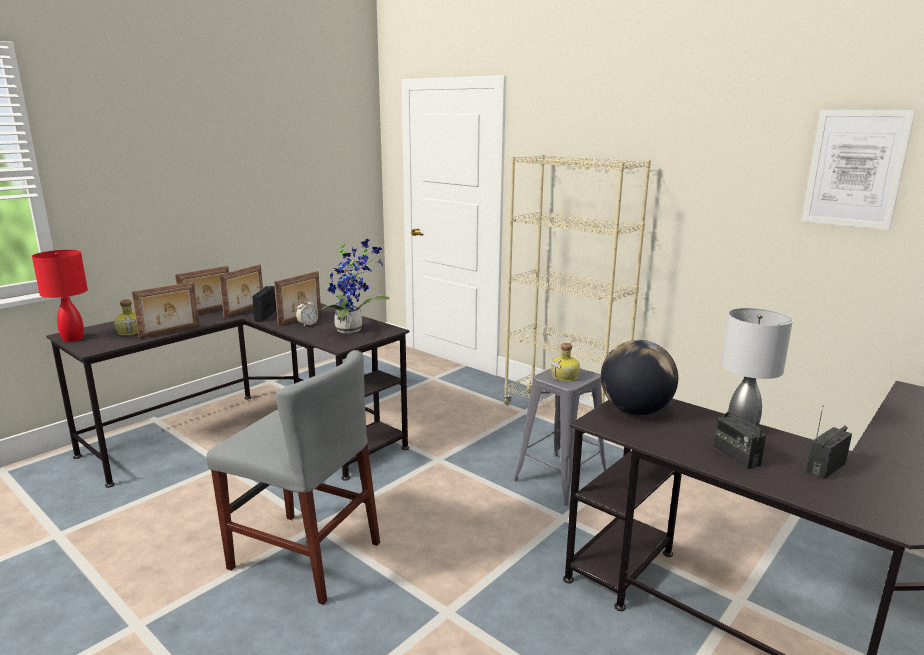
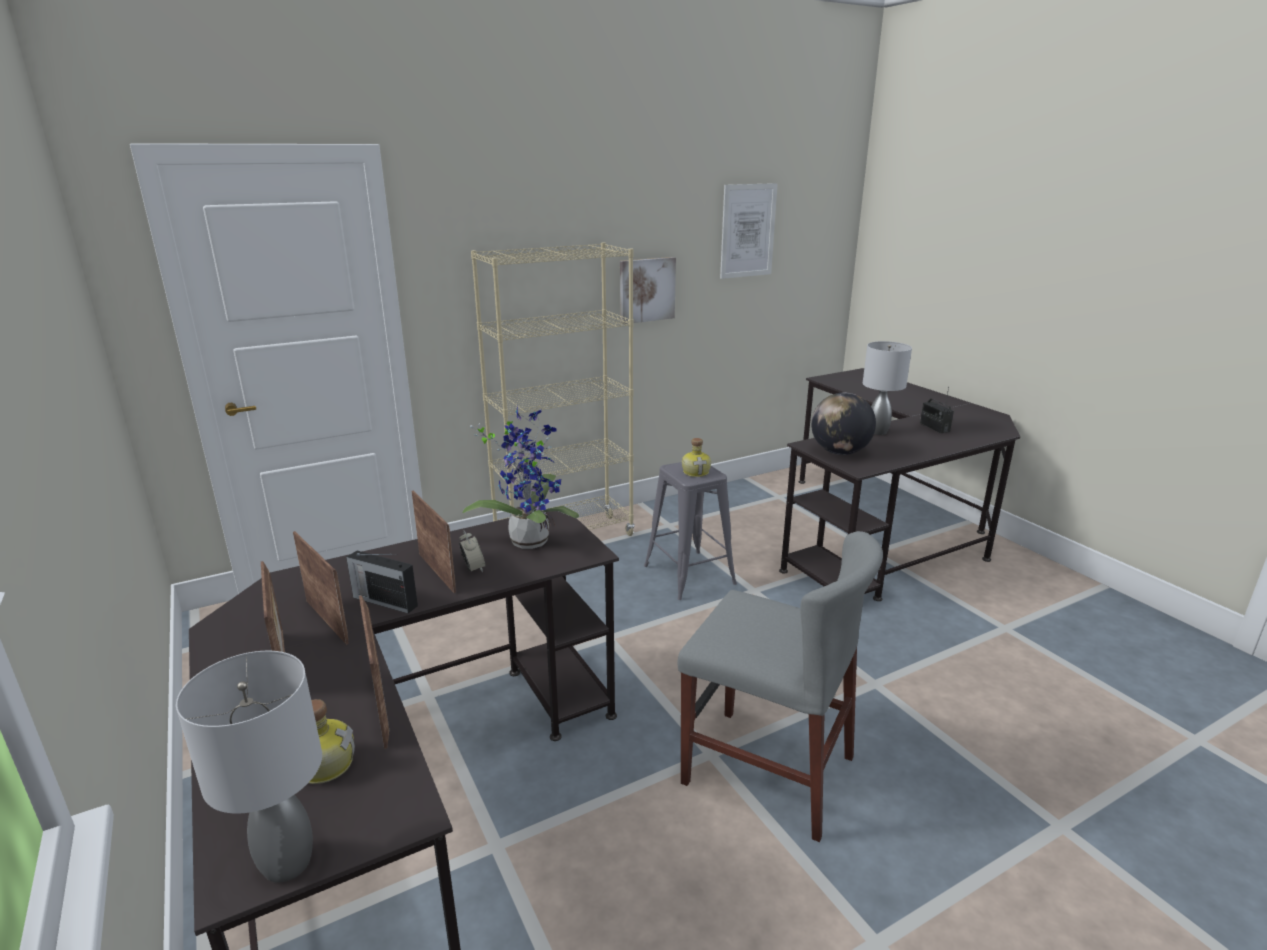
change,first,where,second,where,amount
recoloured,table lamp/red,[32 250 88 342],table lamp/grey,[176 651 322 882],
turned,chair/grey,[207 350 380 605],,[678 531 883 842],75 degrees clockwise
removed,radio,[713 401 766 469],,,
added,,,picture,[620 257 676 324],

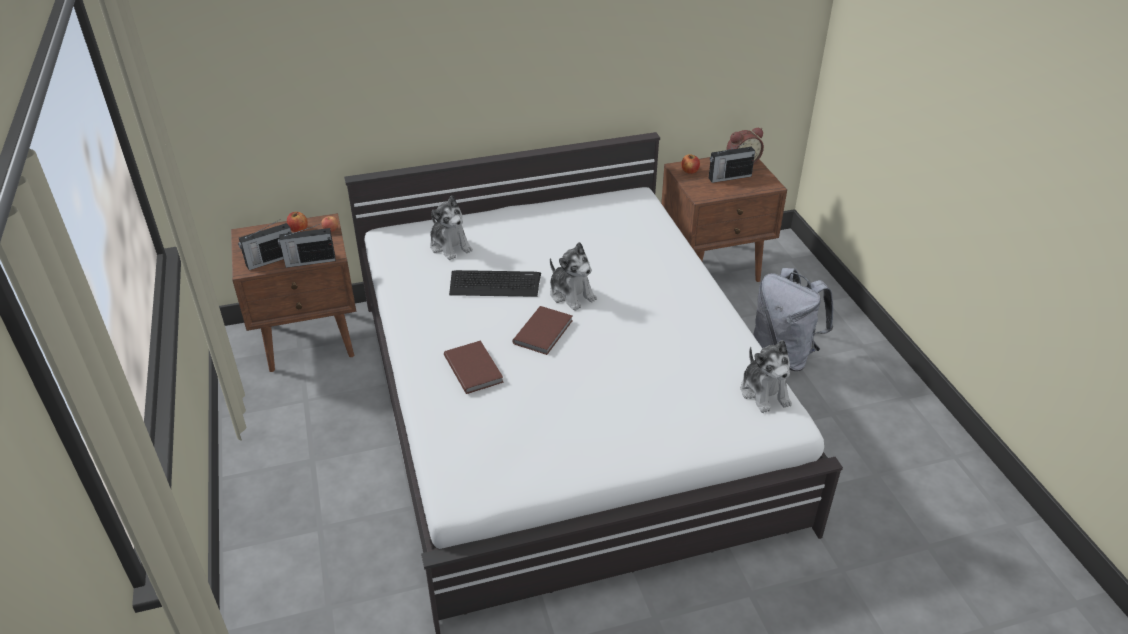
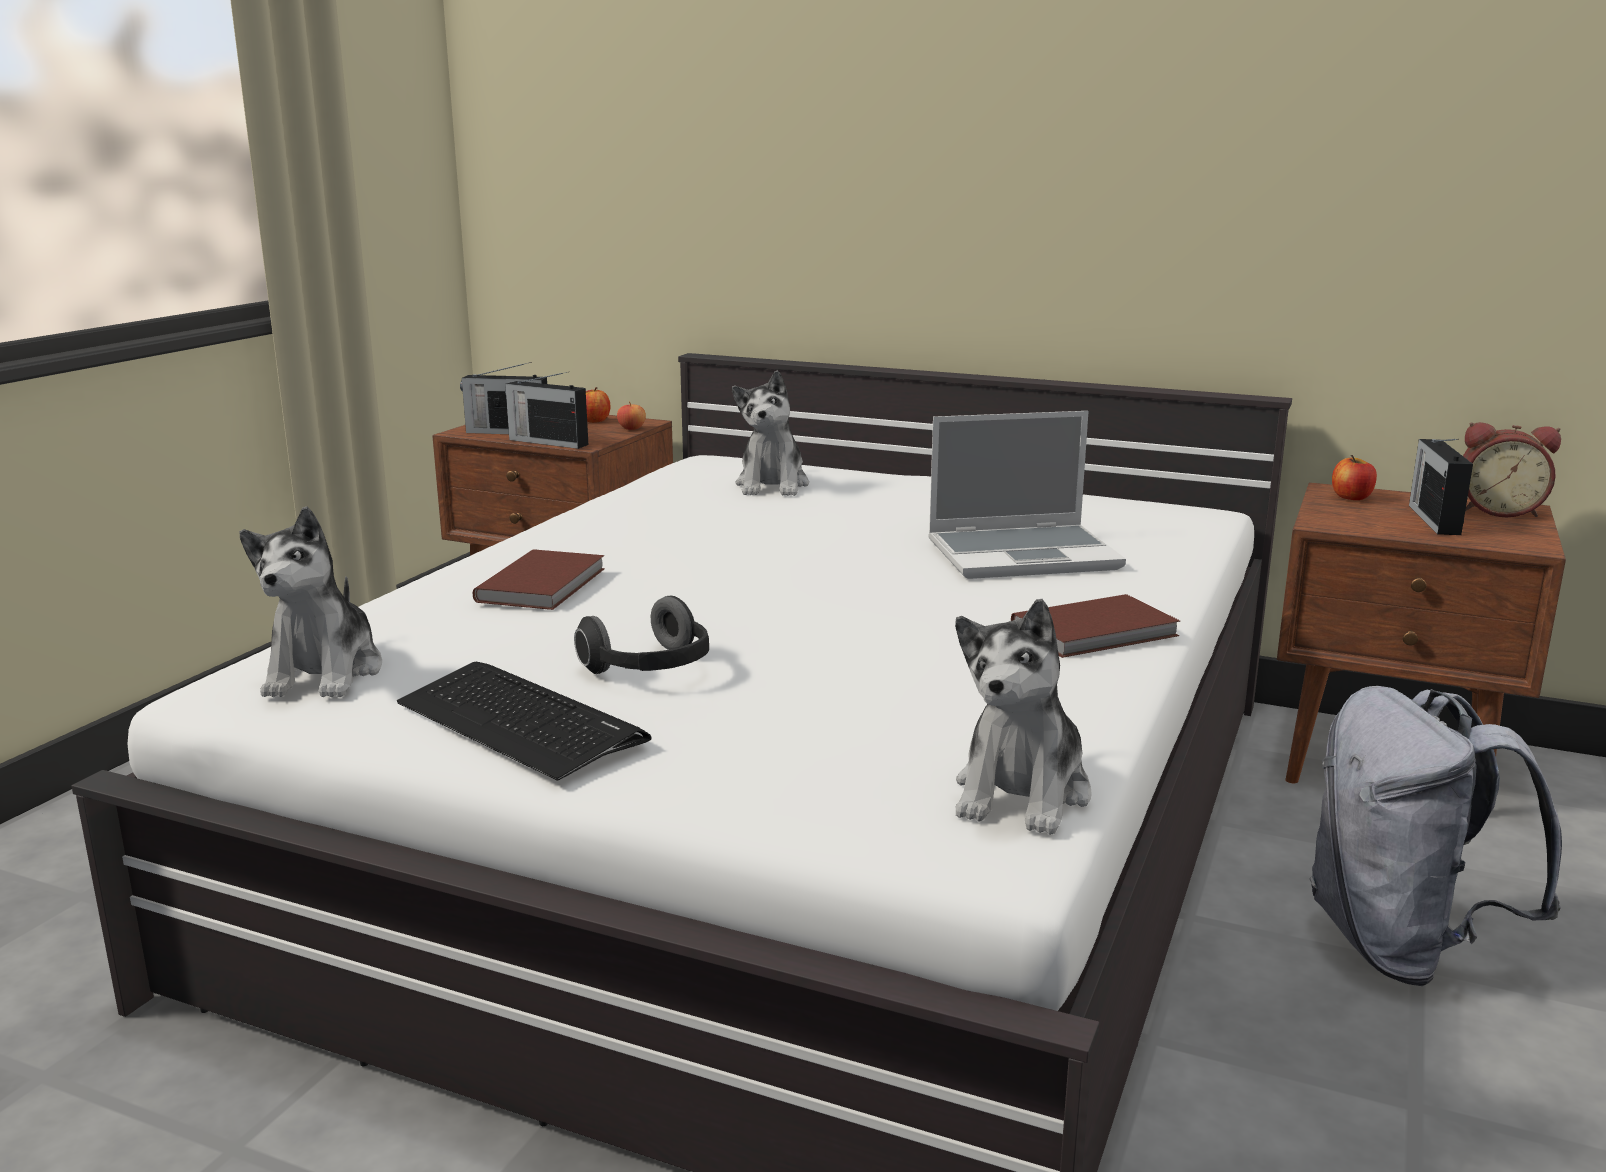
change,first,where,second,where,amount
turned,radio,[709 143 755 183],,[1409 439 1473 535],75 degrees clockwise
moved,plush toy,[550 242 597 311],,[239 507 382 697],
moved,keyboard,[449 270 541 297],,[397 662 652 781],
moved,book/brown,[512 306 572 355],,[1011 594 1180 658],
added,,,laptop,[928 411 1126 579],
added,,,headphones,[574 596 709 674],

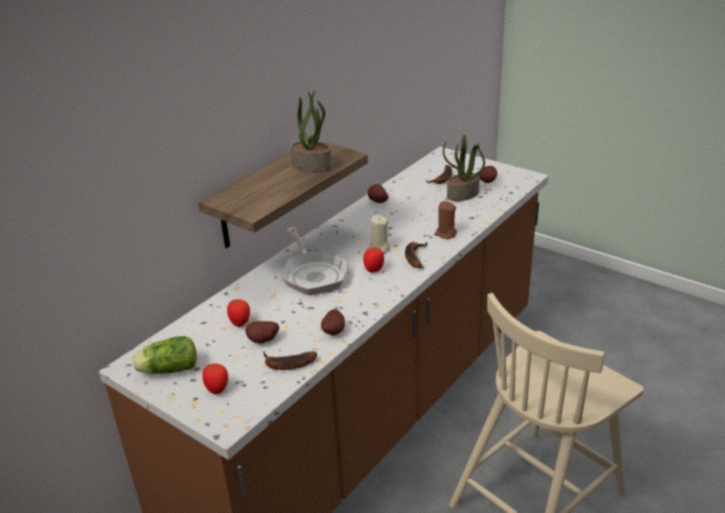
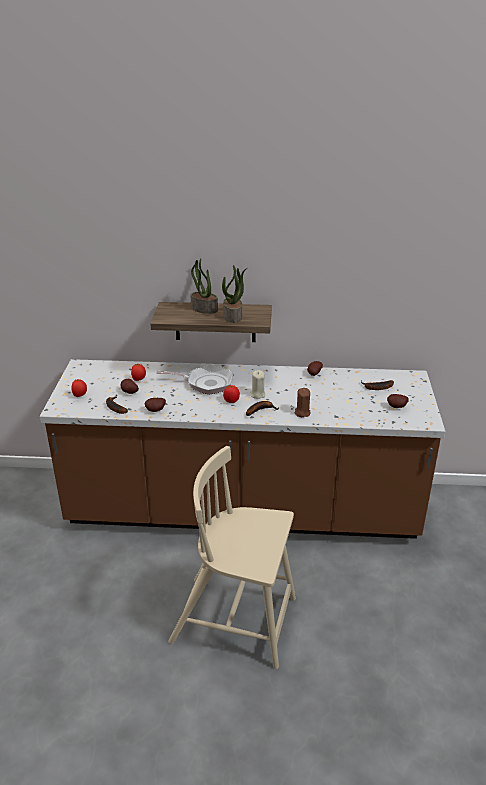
change,first,where,second,where,amount
moved,potted plant,[443 134 485 201],,[191 259 218 314],
turned,frying pan,[281 227 349 295],,[156 365 233 395],120 degrees counterclockwise
removed,lettuce,[132 336 197 374],,,

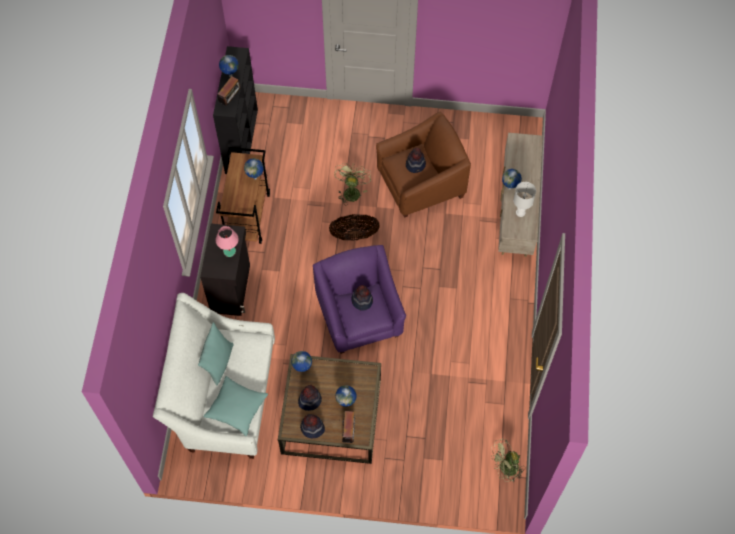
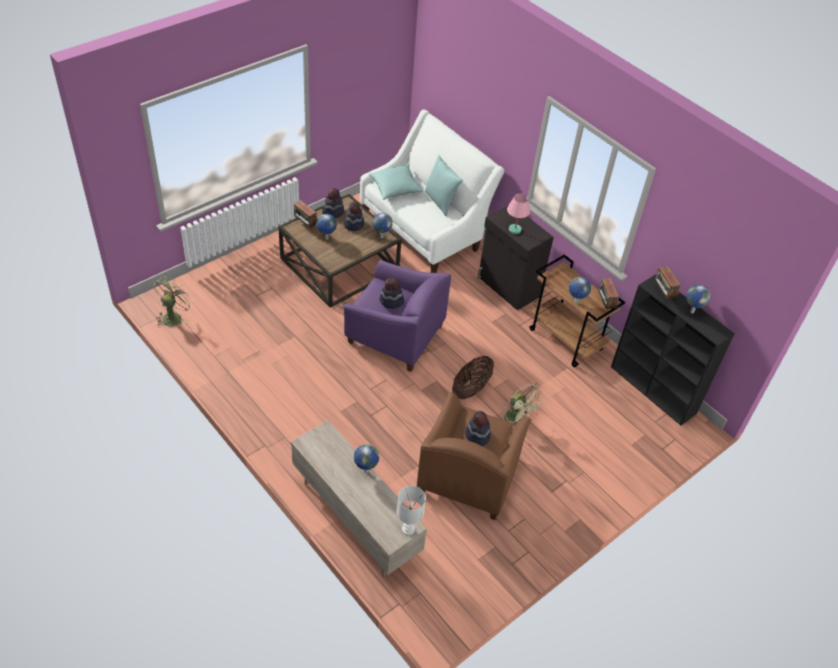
change,first,where,second,where,amount
moved,table lamp/white,[513 182 536 217],,[397 486 426 535],
added,,,radio,[598 278 619 311],

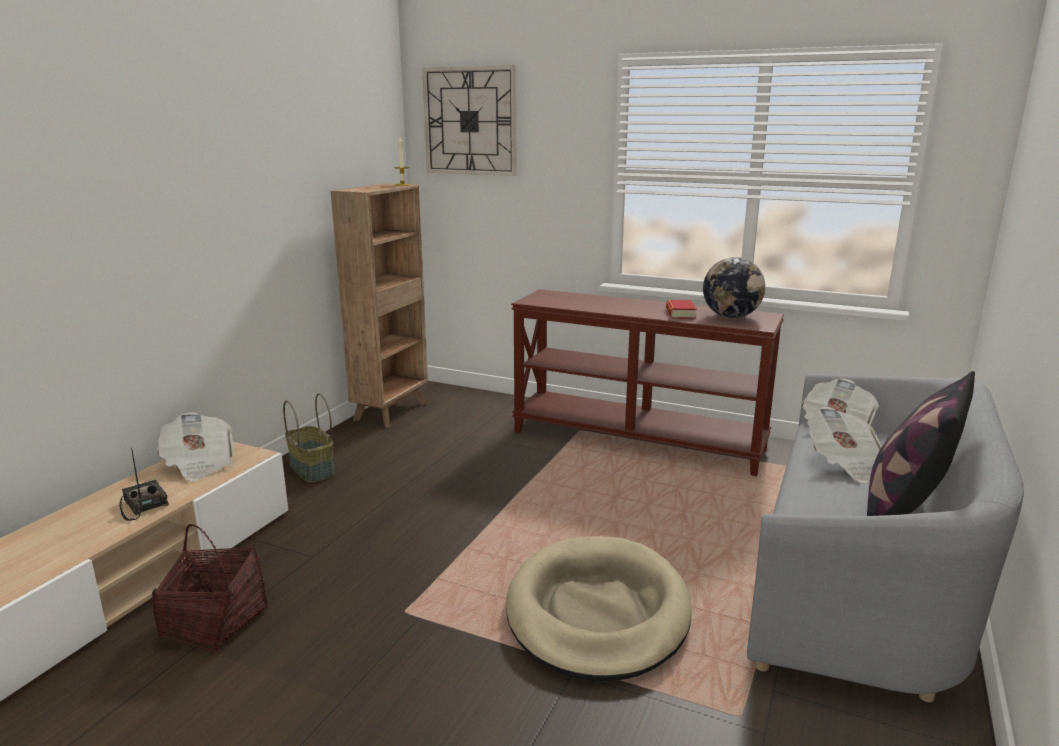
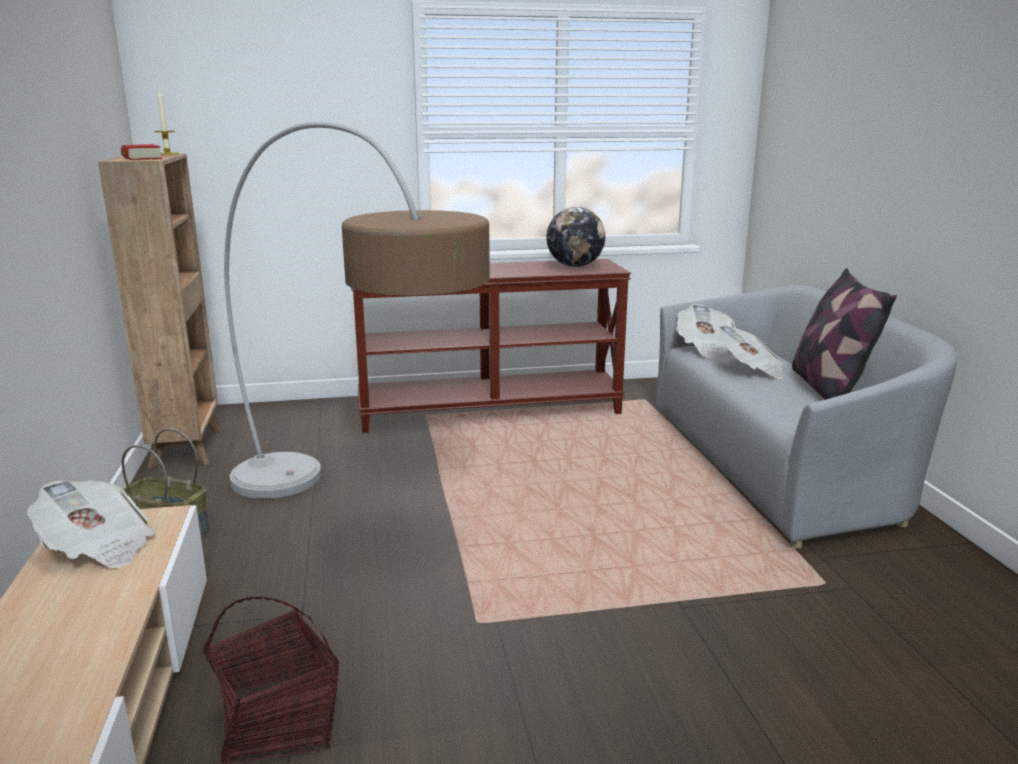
change,first,where,second,where,amount
removed,wall clock,[422 65 517 176],,,
moved,book,[666 300 696 319],,[120 144 162 160],
removed,radio,[119 448 169 521],,,
removed,dog bed/beige,[506 536 692 681],,,
added,,,floor lamp,[224 122 490 499],

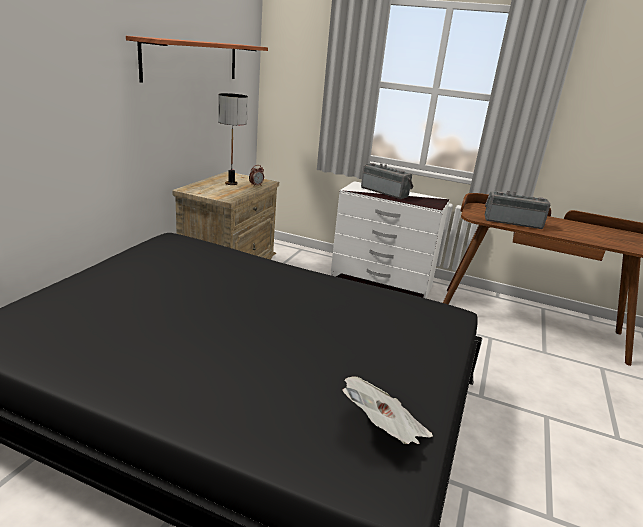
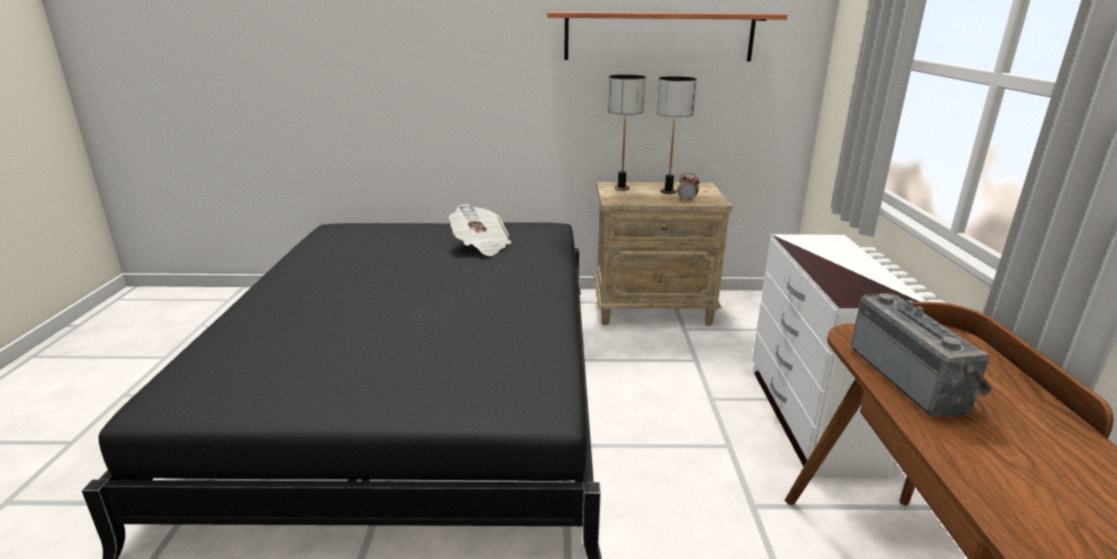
change,first,where,second,where,amount
removed,radio,[361 163 414 199],,,
moved,newspaper,[342 377 433 445],,[449 204 512 256],
added,,,table lamp,[608 75 646 191],

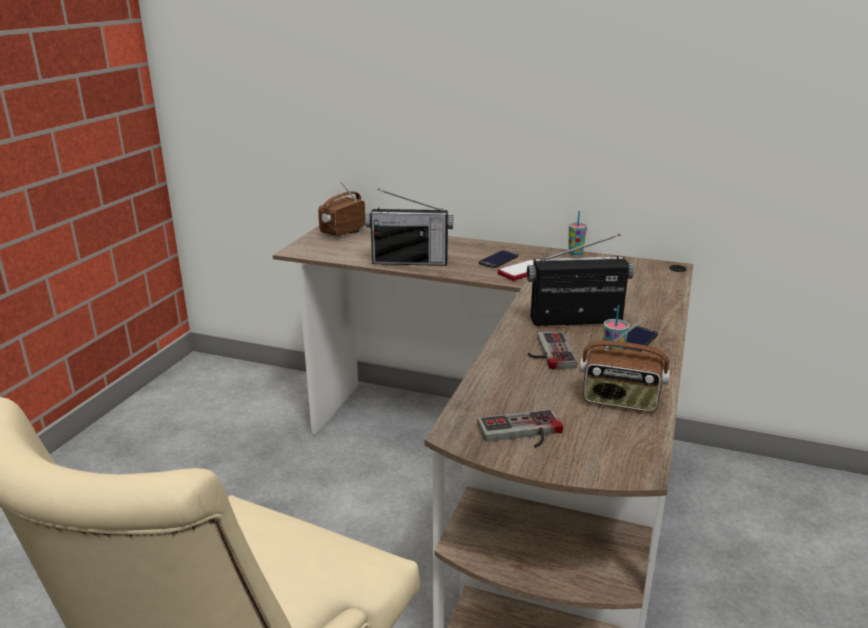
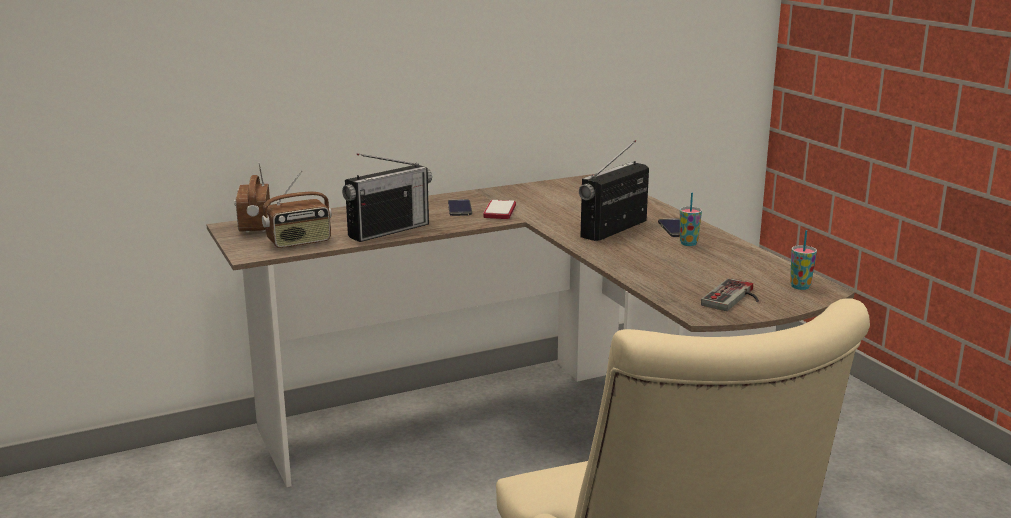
change,first,where,second,where,amount
moved,cup,[568 211 587 255],,[790 230 817 290],
moved,radio,[579 317 670 412],,[262 170 332 248],
removed,game controller,[528 332 577 369],,,

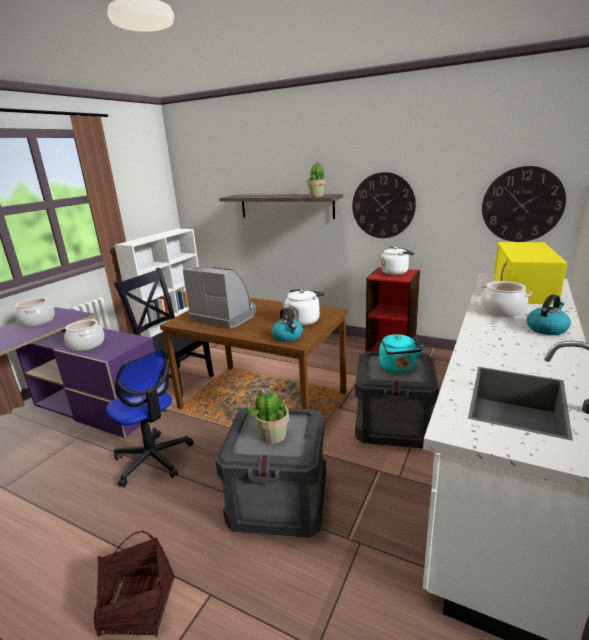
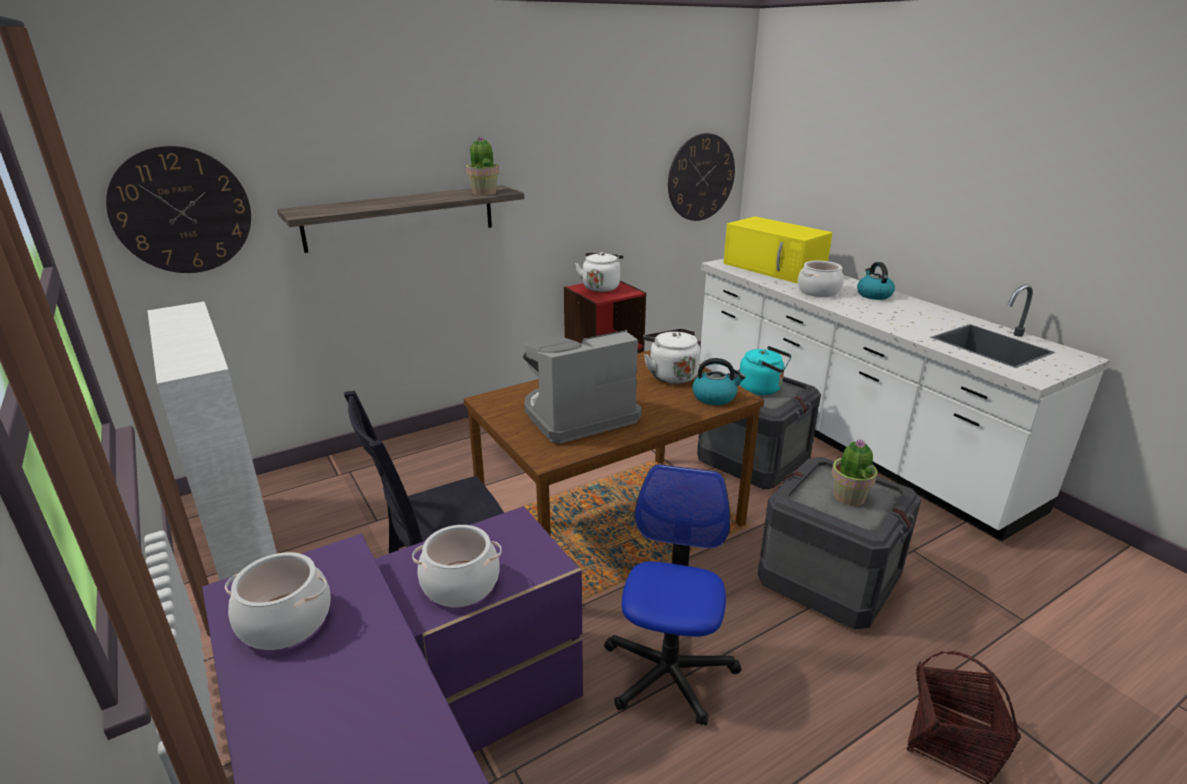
change,first,where,second,where,amount
moved,wall clock,[352 172 416 238],,[106 146 251 273],
turned,office chair,[106 348 194 487],,[604 464 741 726],60 degrees counterclockwise

